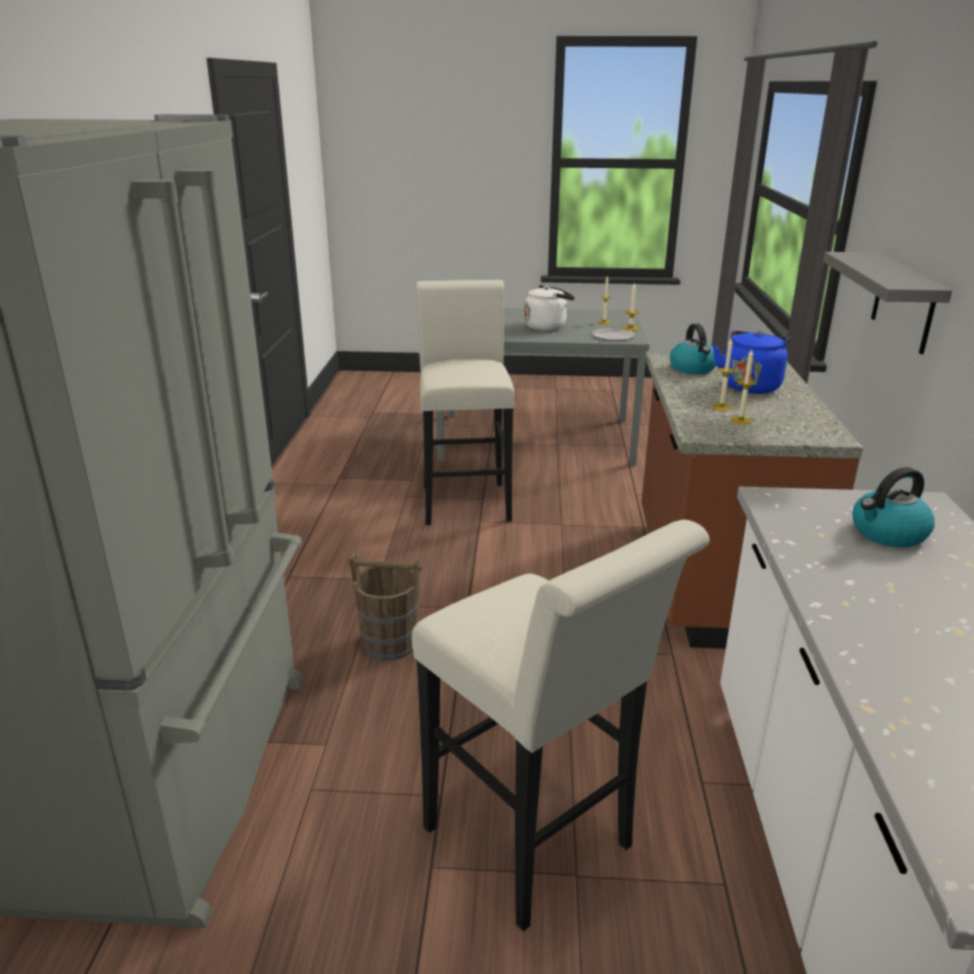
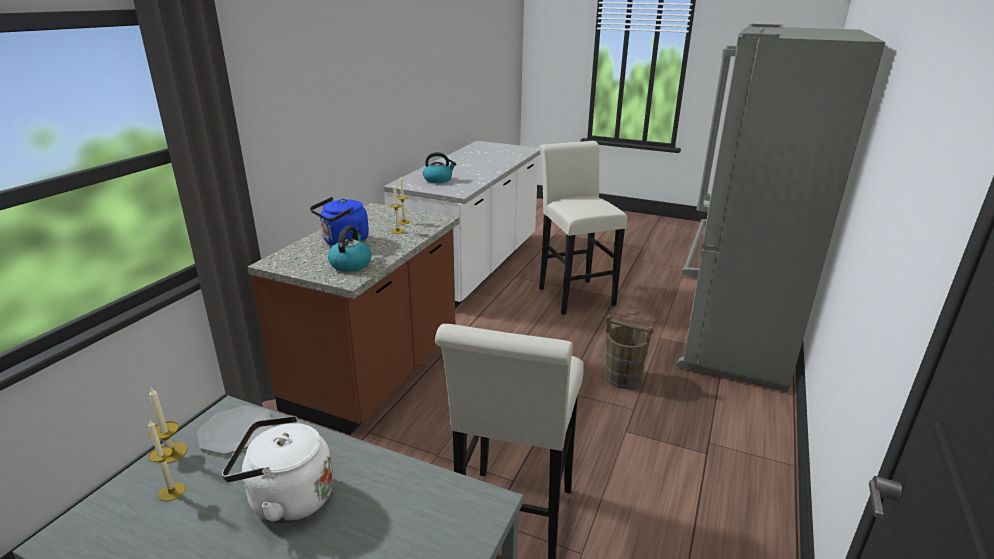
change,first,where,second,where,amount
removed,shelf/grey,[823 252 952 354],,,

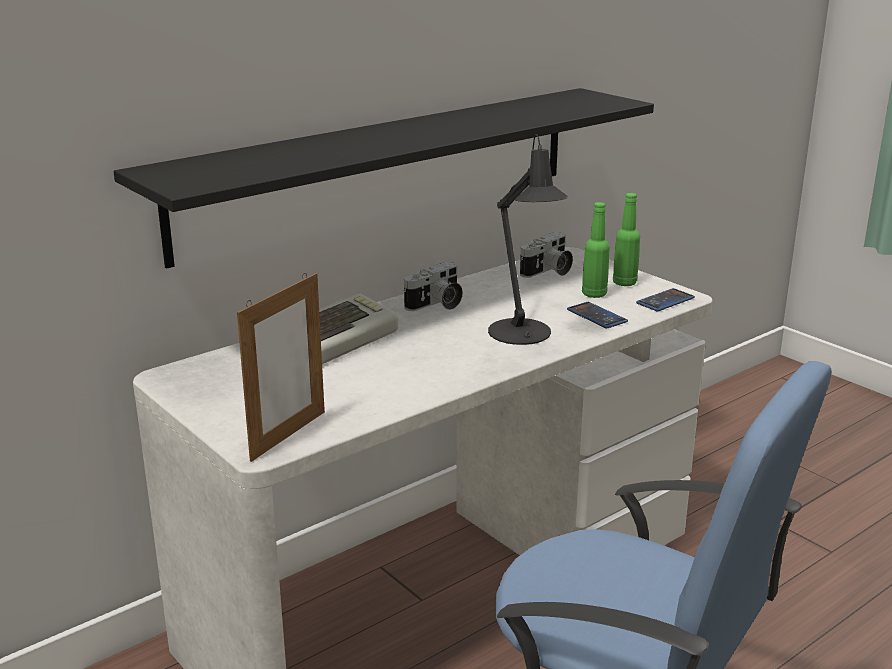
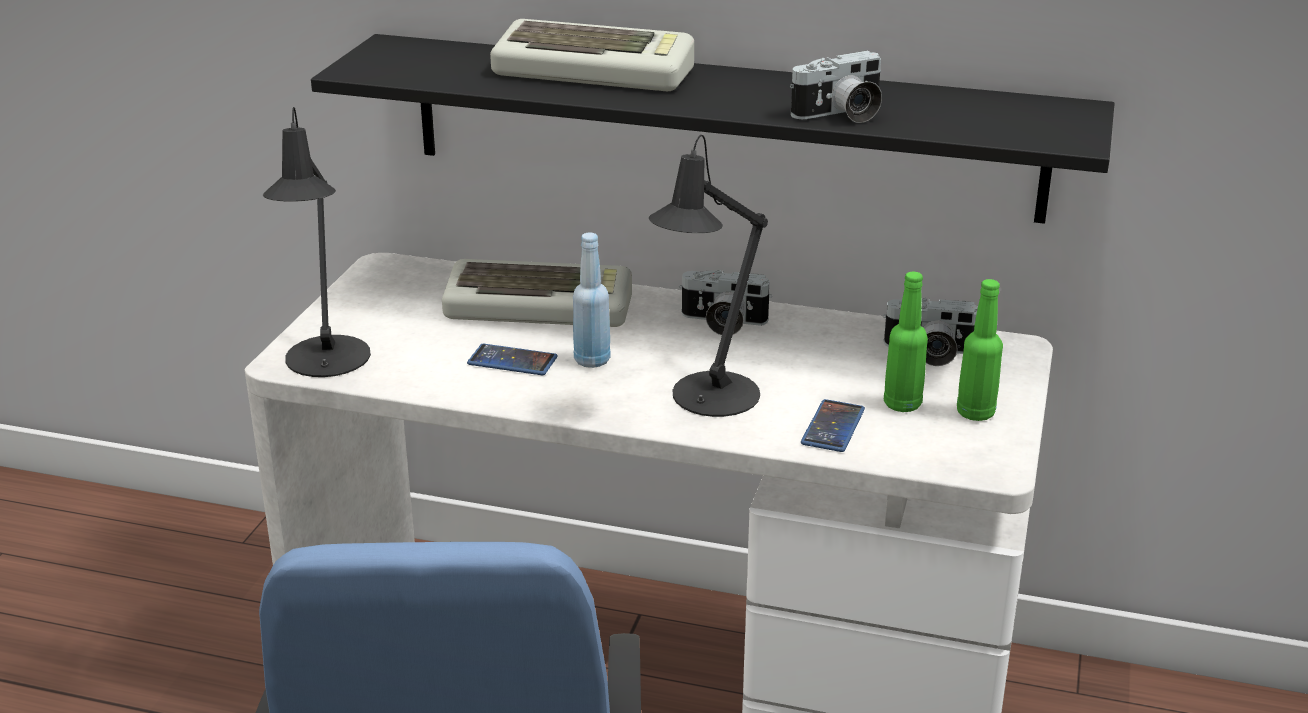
change,first,where,second,where,amount
replaced,picture frame,[237 273 325 462],table lamp/black,[263 107 371 377],
moved,phone,[636 288 695 312],,[467 343 558 375],
added,,,keyboard,[490 19 694 91],
added,,,photo camera,[790 51 882 123],
added,,,bottle/blue,[573 233 611 368],

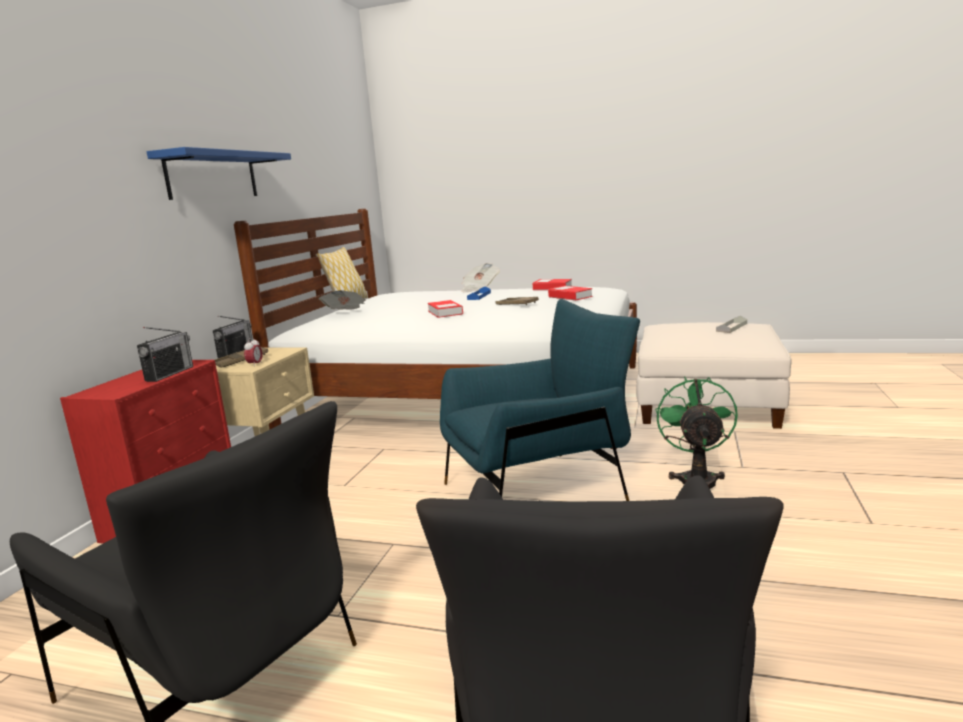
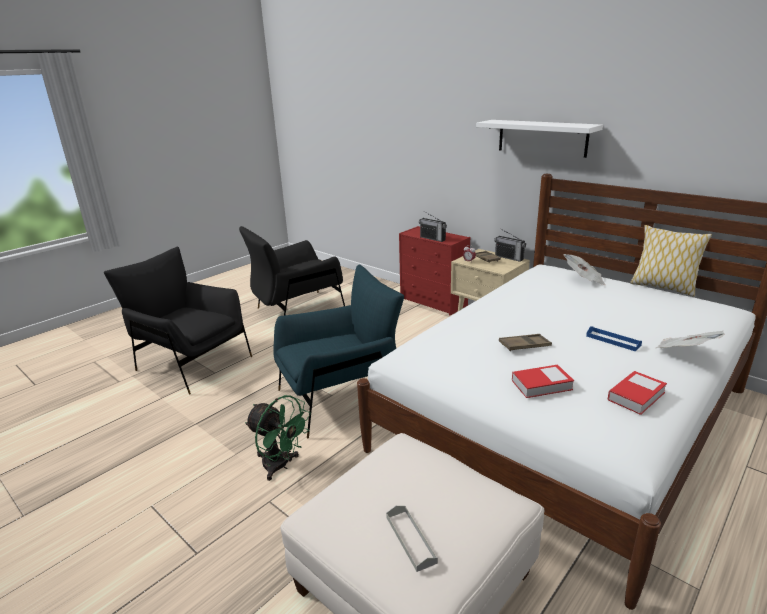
change,first,where,second,where,amount
recoloured,shelf/blue,[147 147 291 200],shelf/white,[476 120 603 158],
turned,armchair/blue,[440 299 640 501],,[273 265 404 438],120 degrees counterclockwise
removed,book,[428 300 463 318],,,

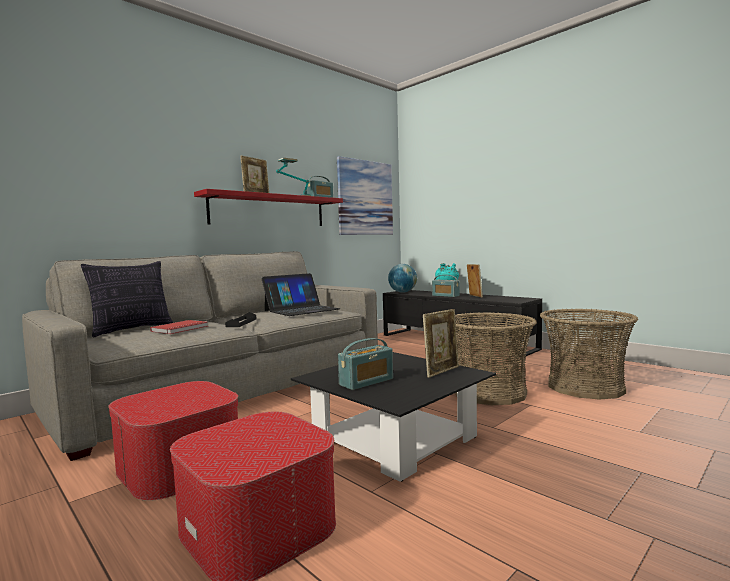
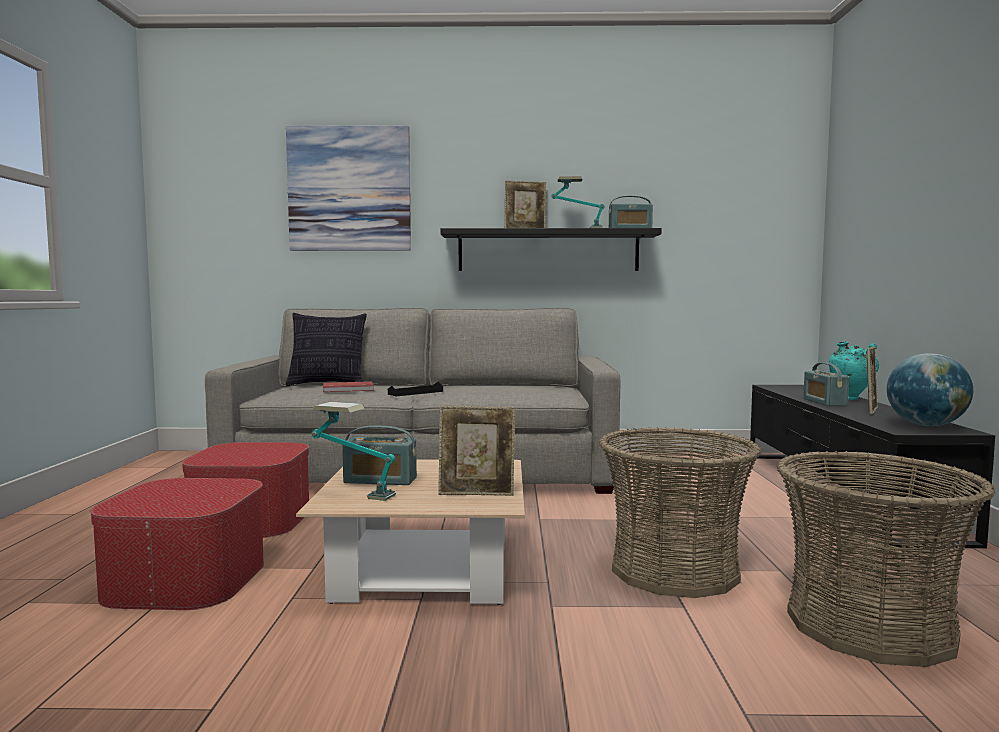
change,first,where,second,where,amount
moved,picture,[337 156 393 235],,[286 125 411 251],
recoloured,shelf/red,[194 189 343 226],shelf/black,[441 228 662 271],
moved,globe,[388 264 417 293],,[887 353 973 426],
removed,laptop,[261 273 340 316],,,
recoloured,coffee table/black,[291 352 496 482],coffee table/beige,[296 460 525 605],
added,,,table lamp,[312 402 397 501],

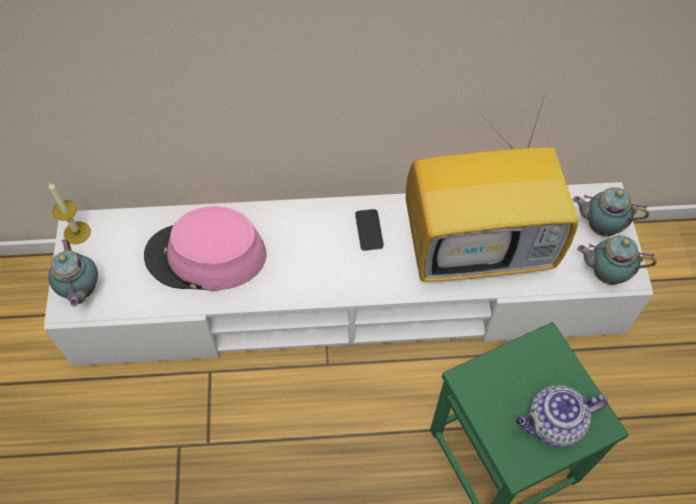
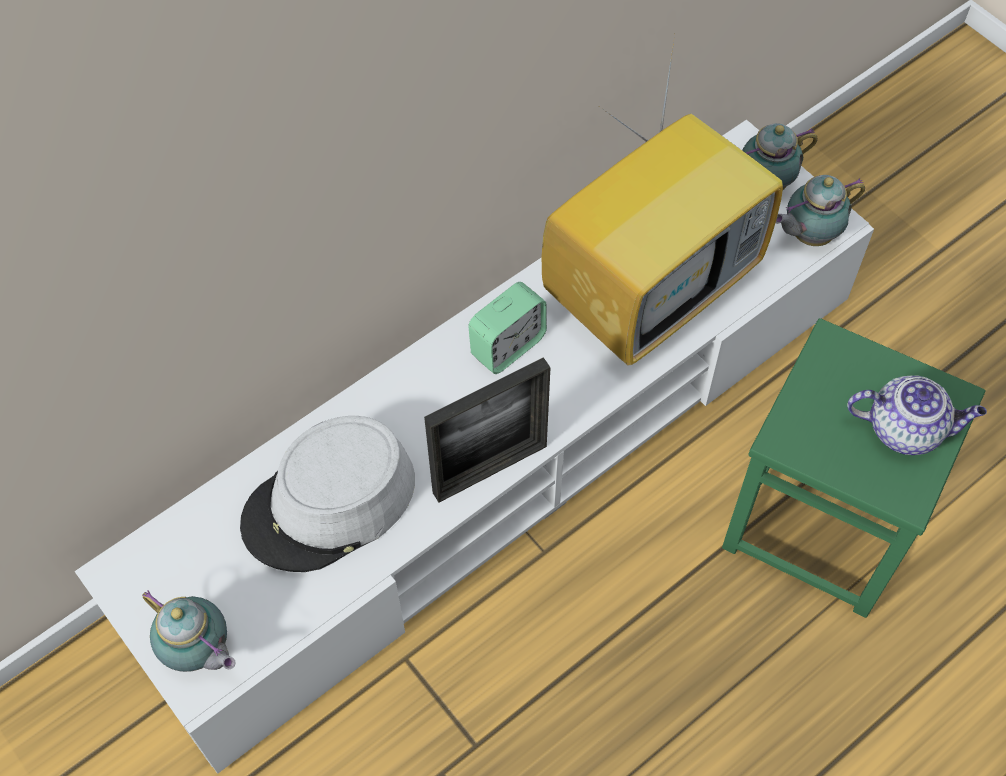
change,first,where,second,where,amount
removed,candle,[49 182 91 244],,,
recoloured,hat/pink,[144 206 267 291],hat/grey,[240 416 415 572],
replaced,phone,[355 209 384 251],alarm clock,[468 282 547 374],
turned,teapot,[516 385 608 448],,[847 375 987 455],120 degrees counterclockwise
added,,,picture frame,[424 357 551 503],

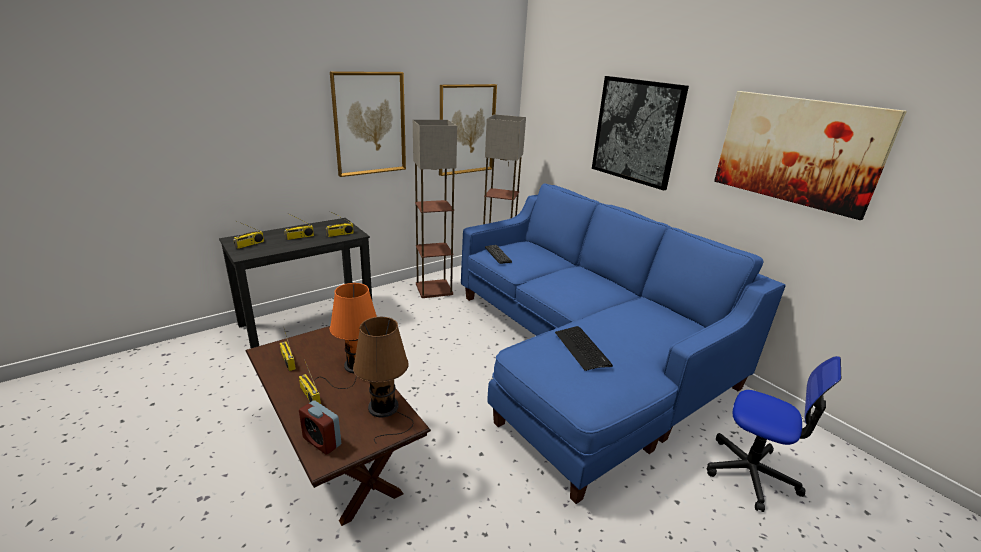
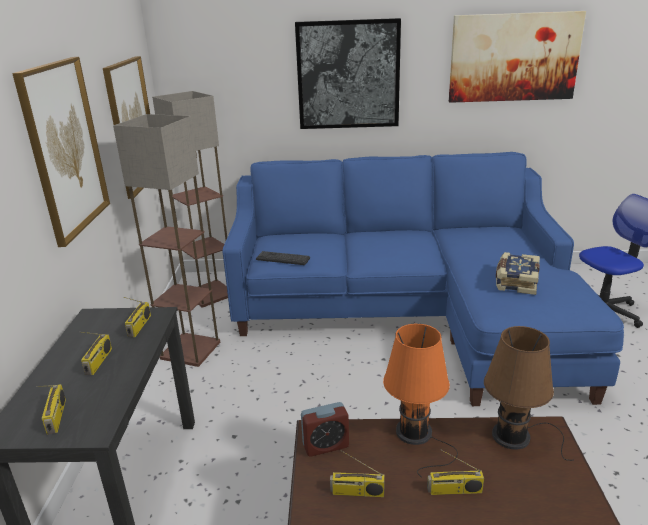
change,first,where,second,where,amount
replaced,keyboard,[555 326 613 371],book,[496 252 540 295],
moved,alarm clock,[299 400 341 455],,[301 402 349 457],

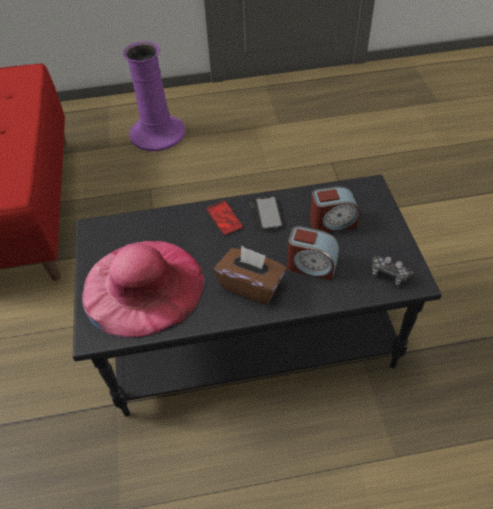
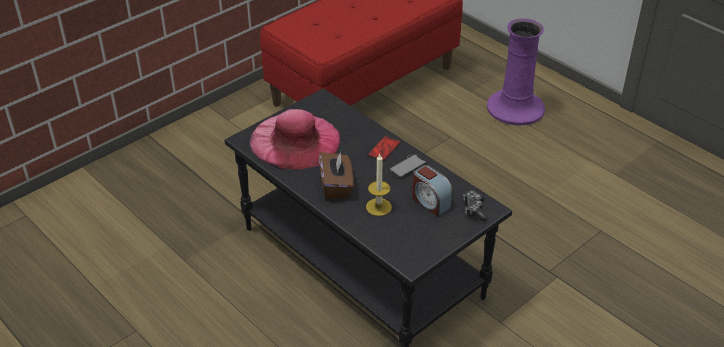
change,first,where,second,where,amount
replaced,alarm clock,[287 226 339 280],candle,[366 154 392 216],
moved,game controller,[371 255 415 286],,[463 190 488 221],

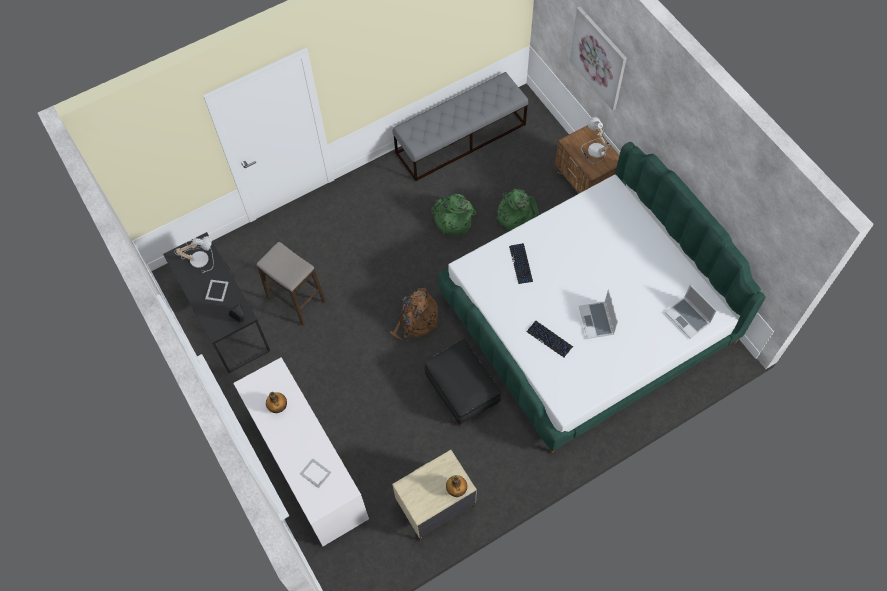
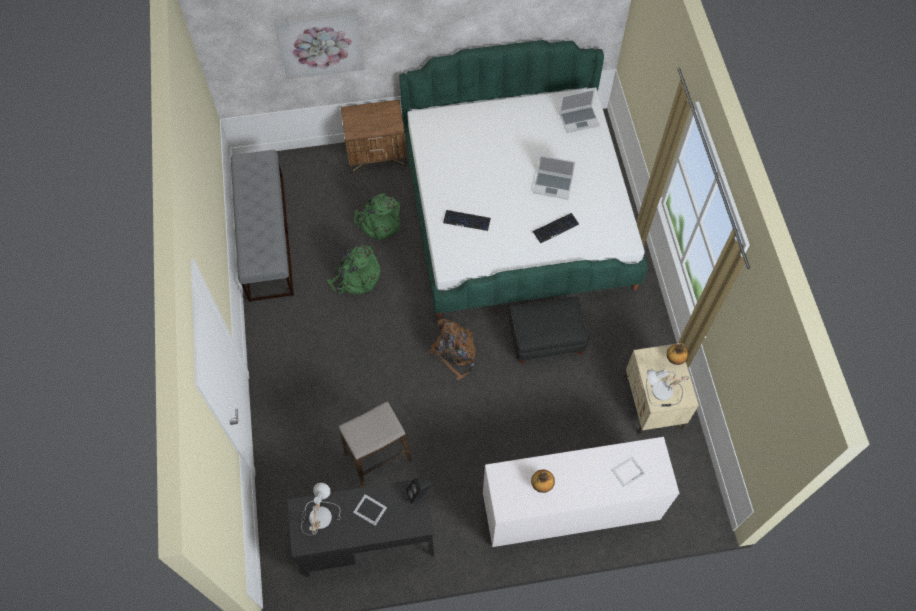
change,first,where,second,where,amount
moved,table lamp,[581 117 610 164],,[646 369 689 407],

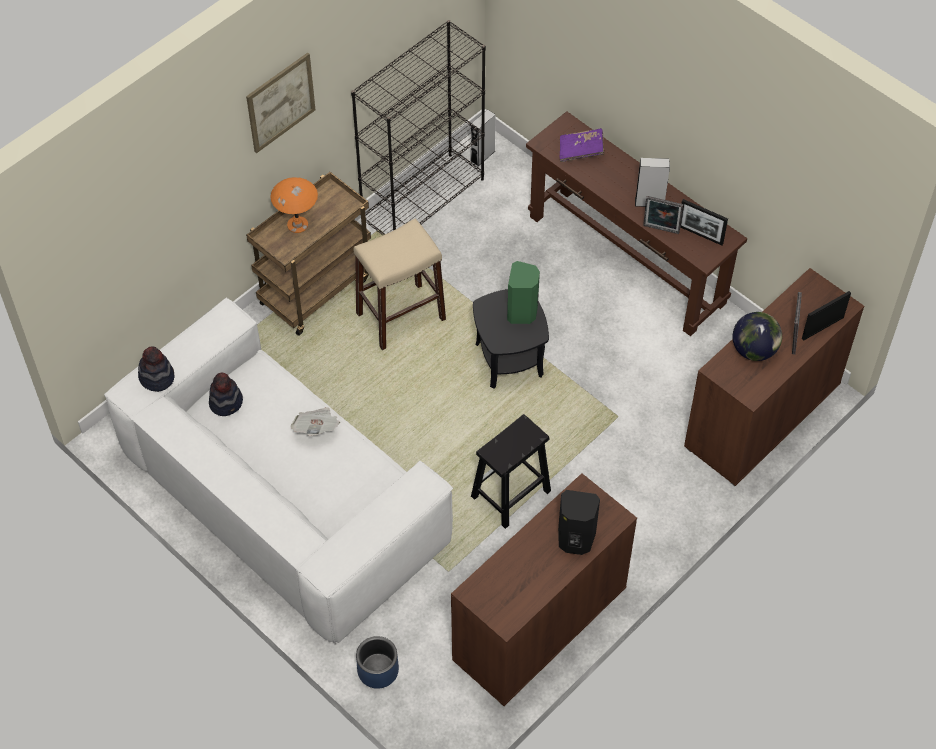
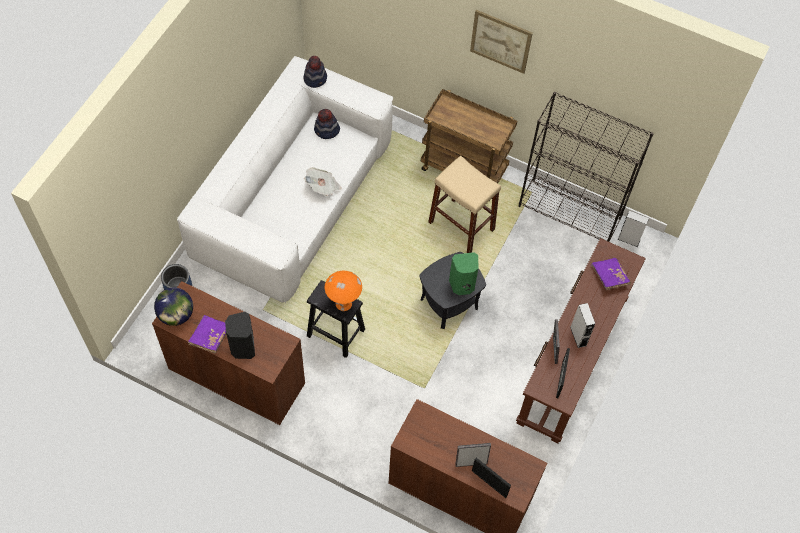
change,first,where,second,where,amount
moved,table lamp/orange,[270 177 318 233],,[325 271 362 311],
moved,globe,[733 312 782 361],,[154 287 193 326],
added,,,book/purple,[188 315 226 354],

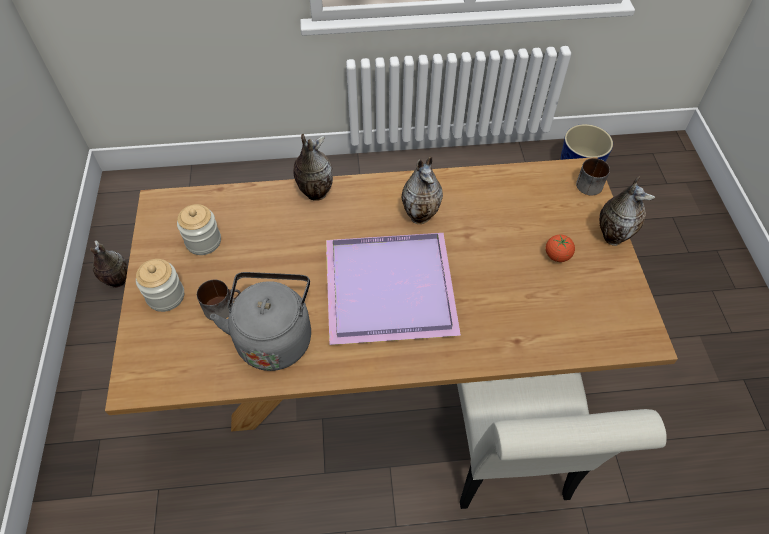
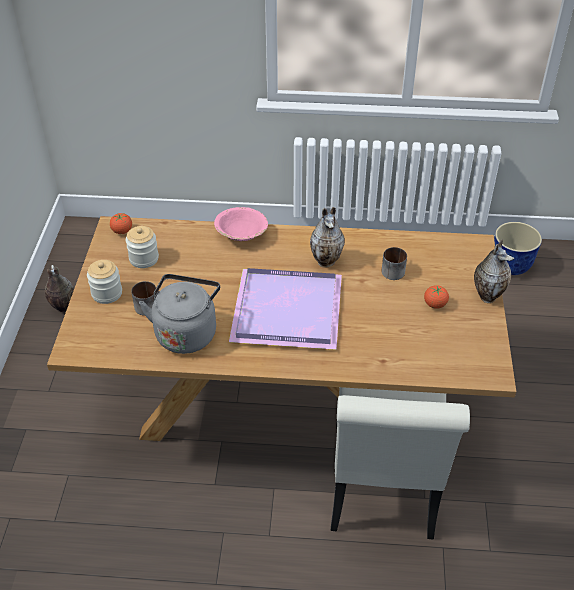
change,first,where,second,where,amount
replaced,vase,[293 134 333 201],bowl/pink,[214 207 268 241],
moved,mug,[576 158 610 195],,[382 247 407 280],
added,,,tomato,[110 213 132 234],

